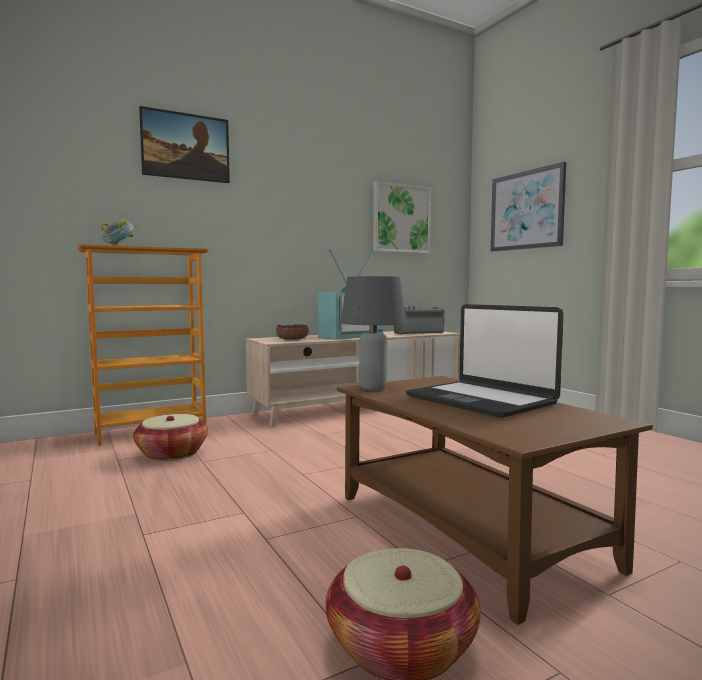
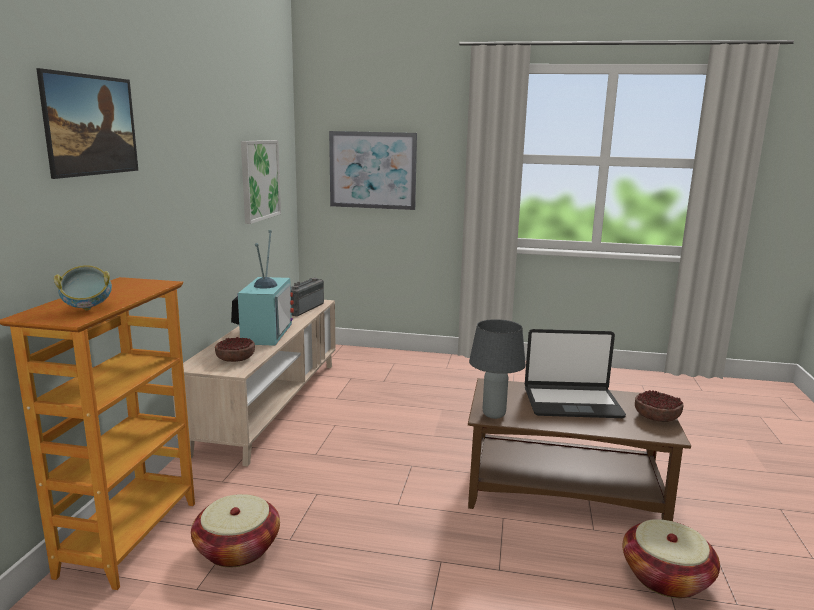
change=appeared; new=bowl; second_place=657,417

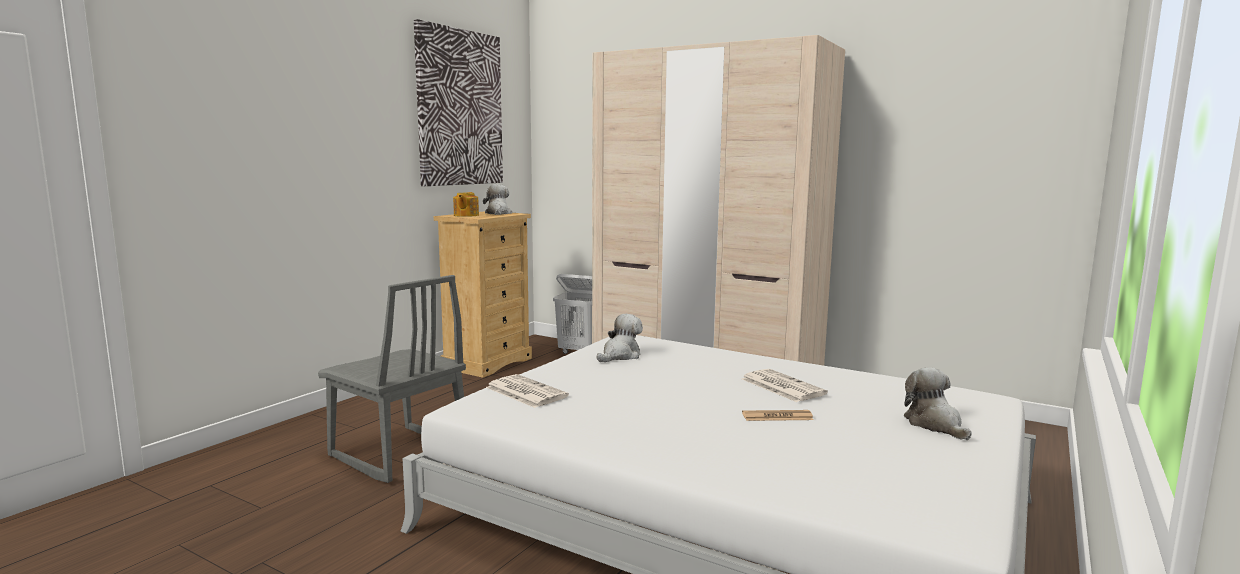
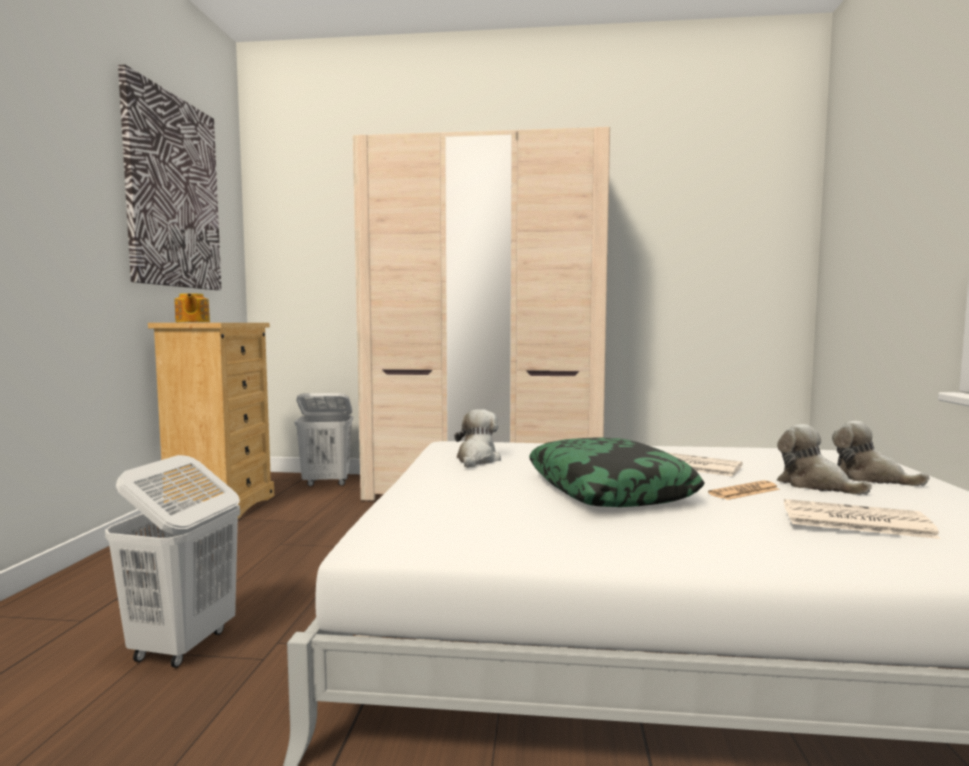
change=relocated; old=plush_toy; first_place=498,213; second_place=815,485
change=exchanged; old=grey_chair; new=white_laundry_basket; first_place=398,454; second_place=182,645
change=relocated; old=newspaper; first_place=525,392; second_place=853,520
change=appeared; new=pillow; second_place=609,489

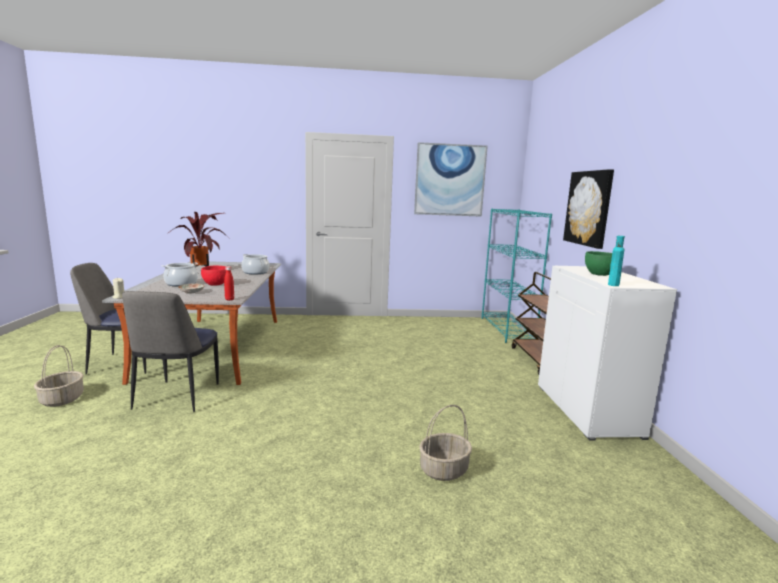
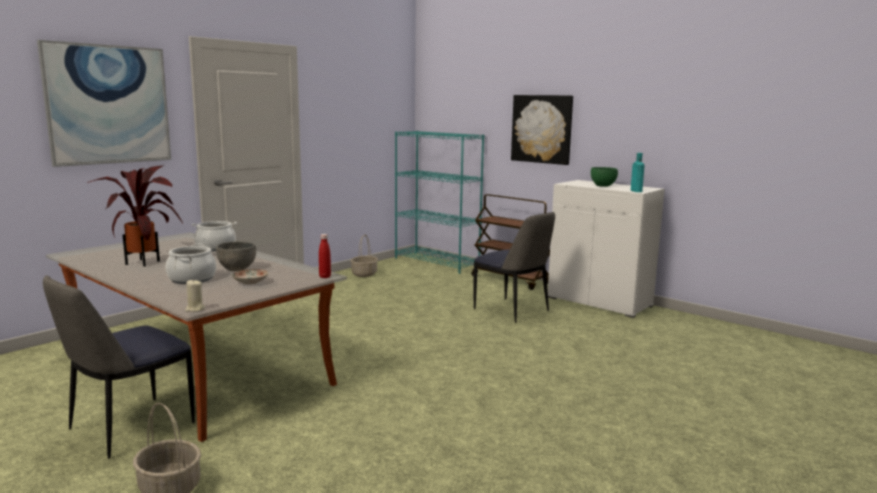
change=relocated; old=picture; first_place=450,180; second_place=108,105
change=colour; old=red_bowl; new=grey_bowl; first_place=215,284; second_place=236,269
change=relocated; old=chair; first_place=176,397; second_place=512,311
change=relocated; old=basket; first_place=443,470; second_place=364,274

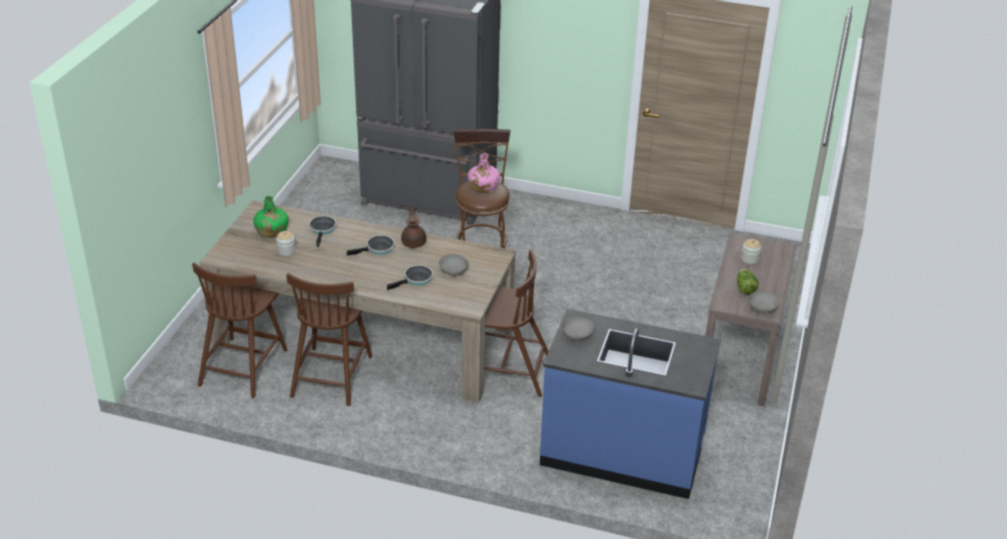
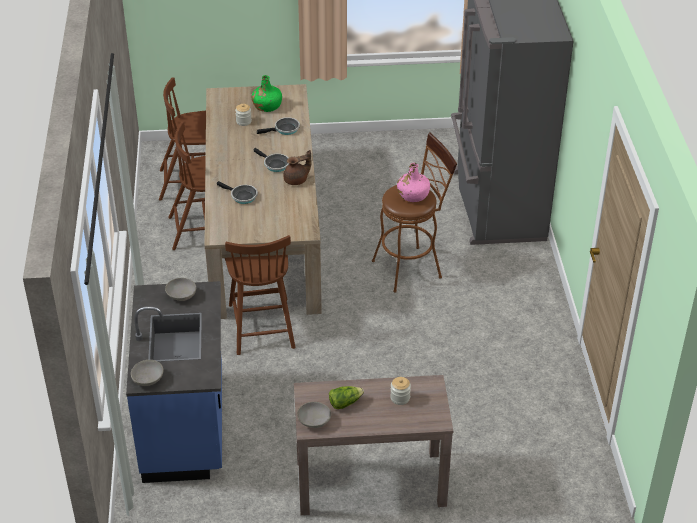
change=relocated; old=grey_bowl; first_place=453,271; second_place=148,379

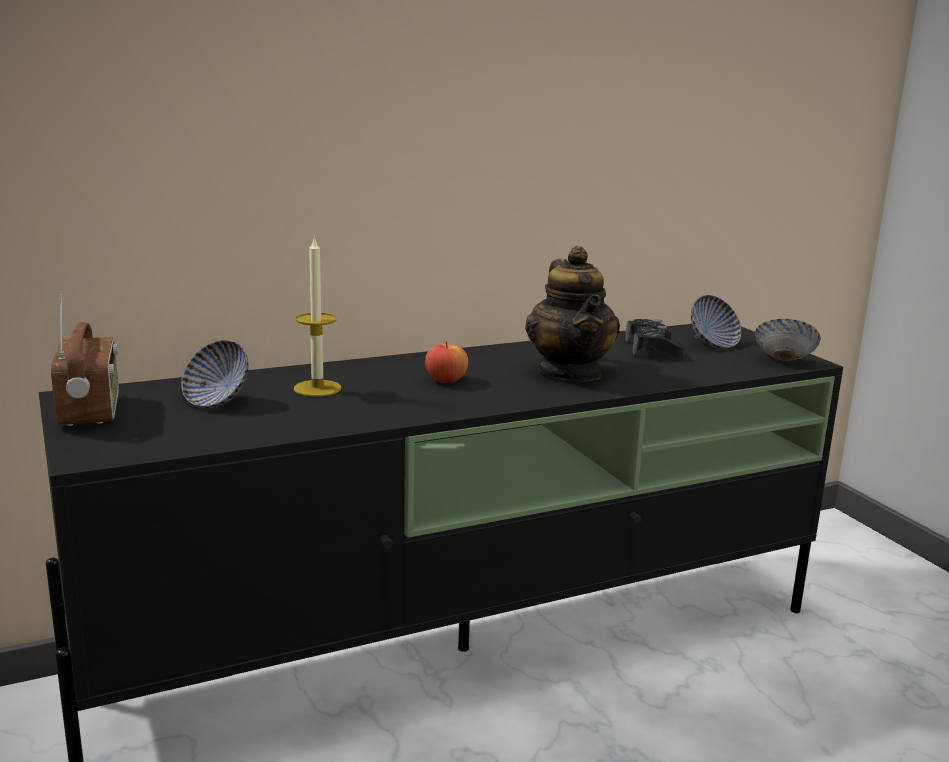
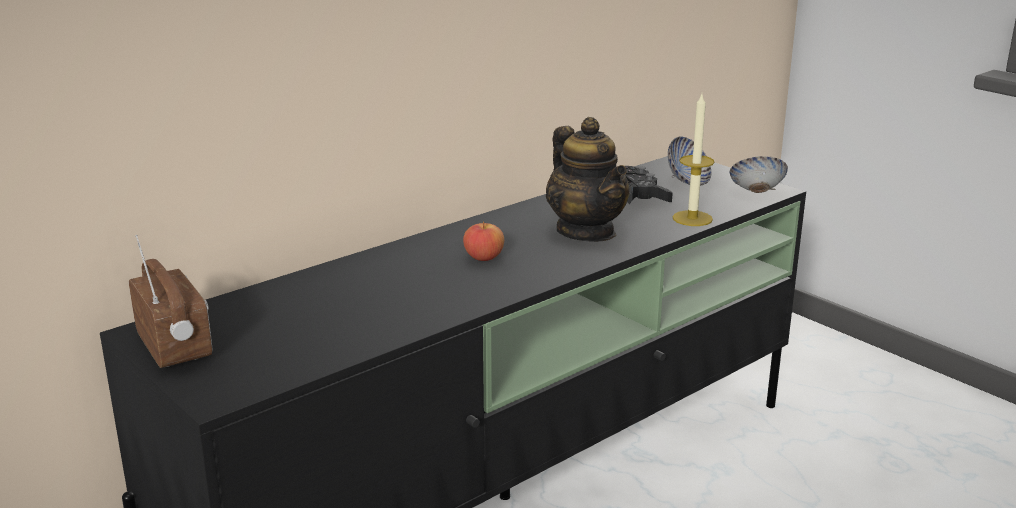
change=relocated; old=candle; first_place=317,388; second_place=692,218
change=missing; old=bowl; first_place=217,401

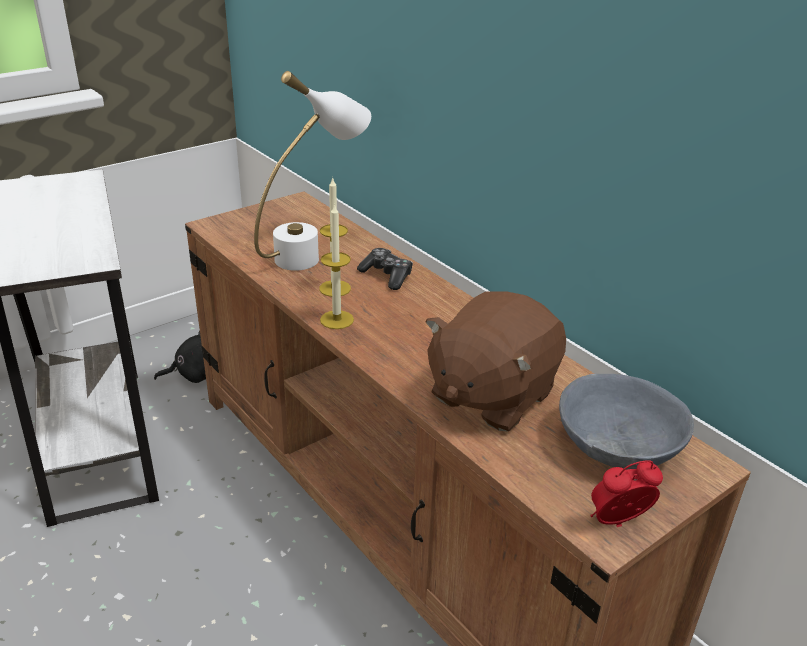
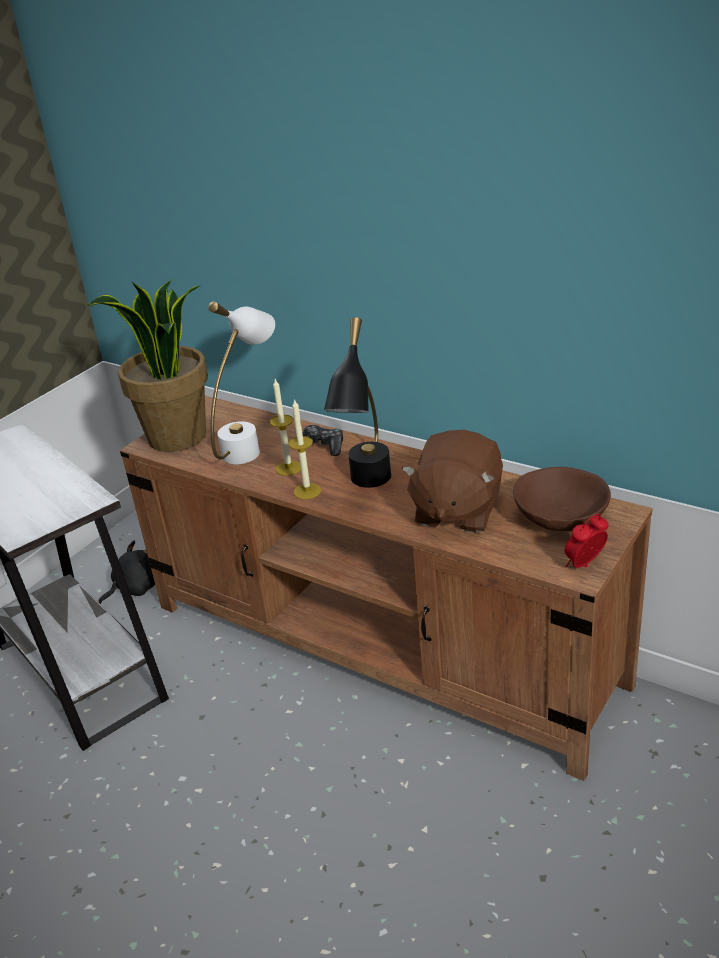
change=colour; old=grey_bowl; new=brown_bowl; first_place=619,444; second_place=561,517
change=appeared; new=potted_plant; second_place=177,437
change=appeared; new=black_table_lamp; second_place=367,487

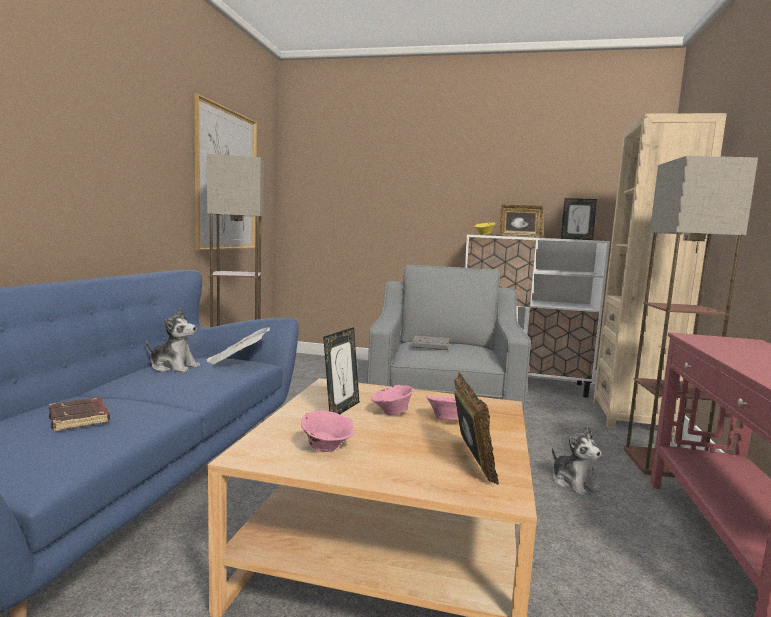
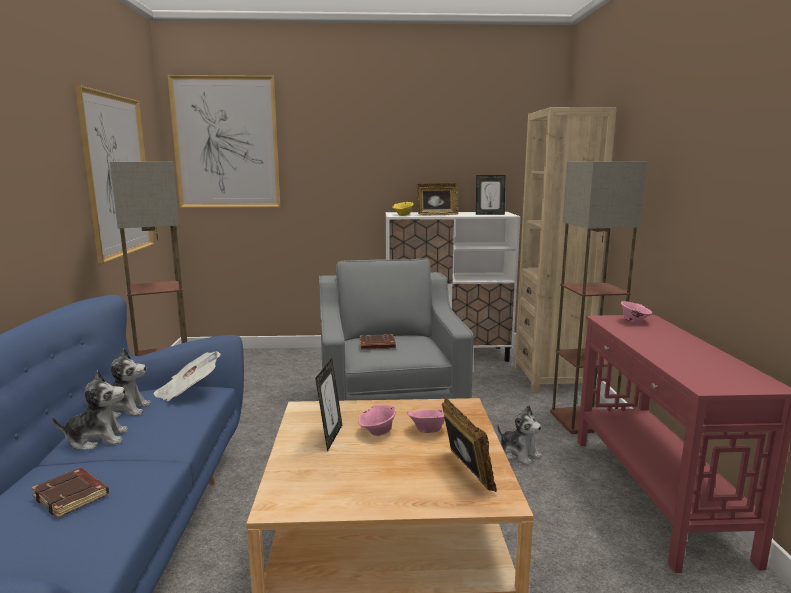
change=colour; old=grey_book; new=brown_book; first_place=430,346; second_place=377,345
change=relocated; old=pink_bowl; first_place=327,448; second_place=634,321
change=appeared; new=picture; second_place=226,143
change=appeared; new=plush_toy; second_place=97,439

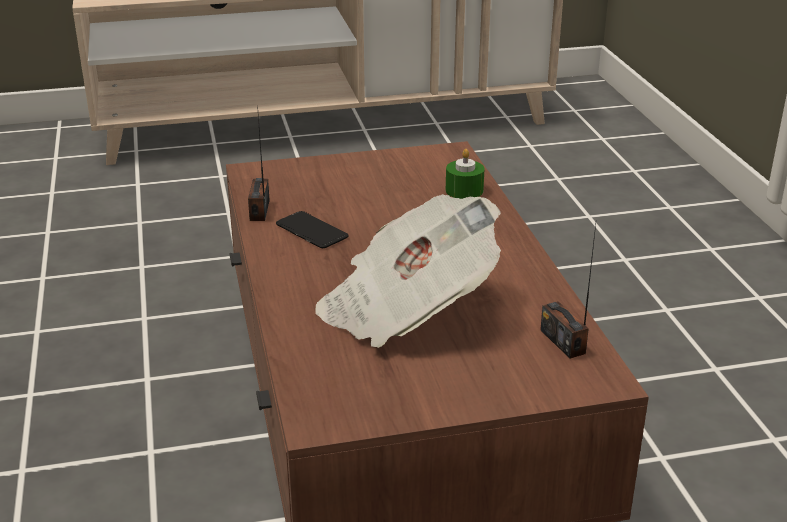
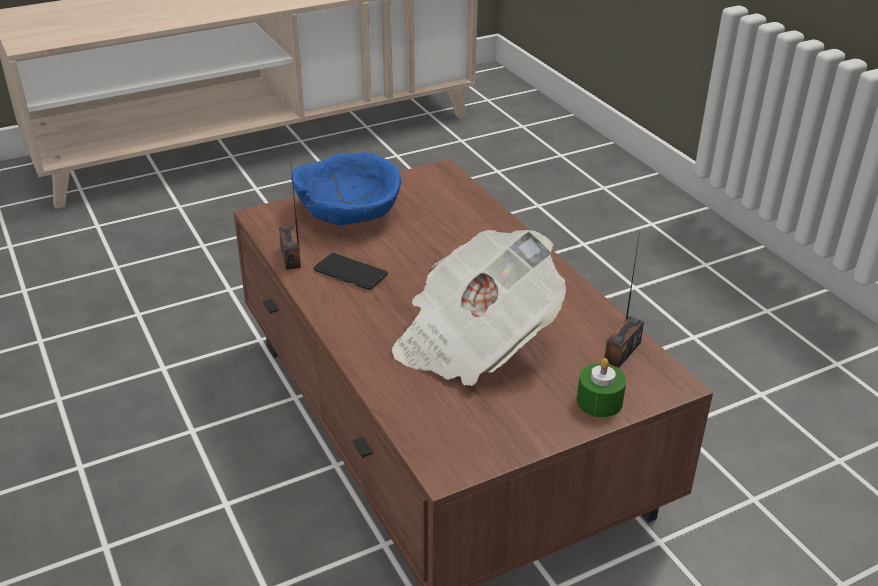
change=relocated; old=green_candle; first_place=464,190; second_place=599,401
change=spun; old=radio; first_place=563,341; second_place=622,351; degrees=-105
change=appeared; new=blue_bowl; second_place=349,210

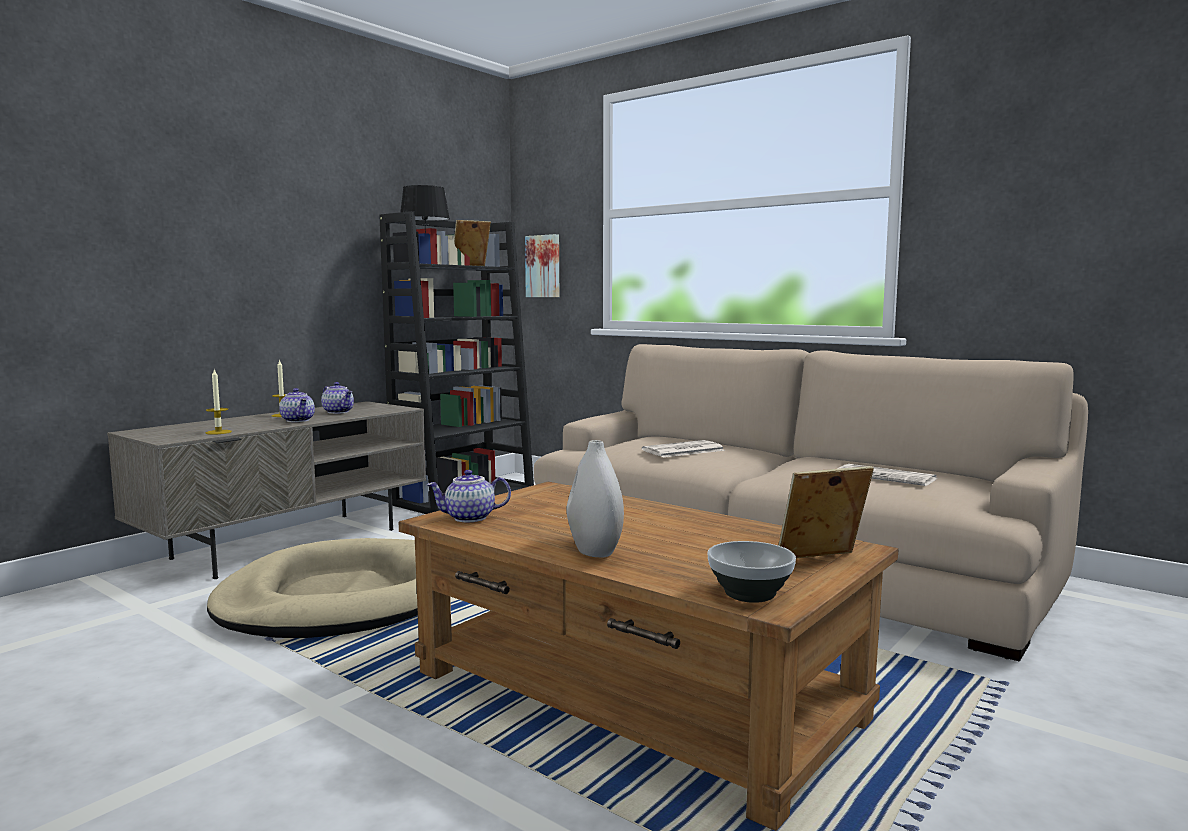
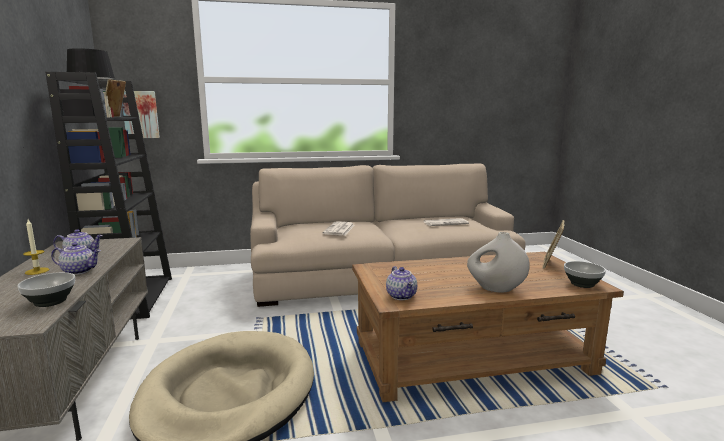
change=exchanged; old=candle; new=bowl; first_place=218,432; second_place=50,302
change=spun; old=teapot; first_place=469,518; second_place=402,296; degrees=-45

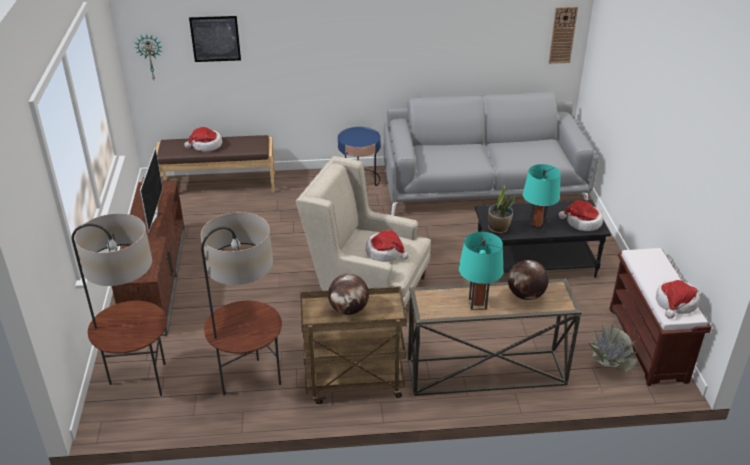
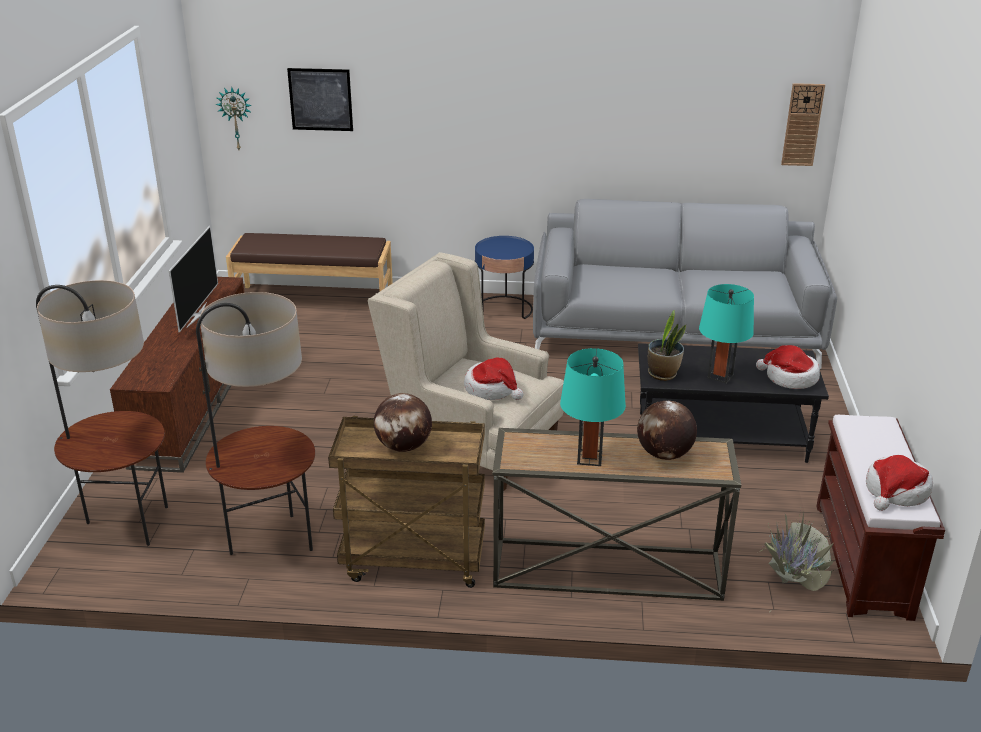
change=missing; old=hat; first_place=206,146

